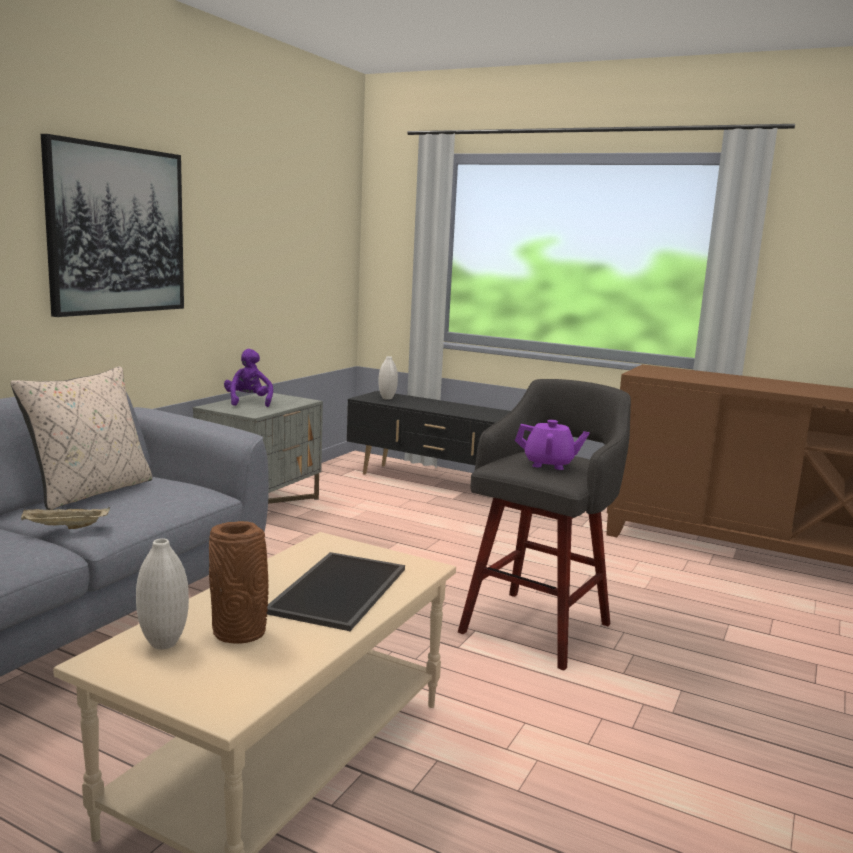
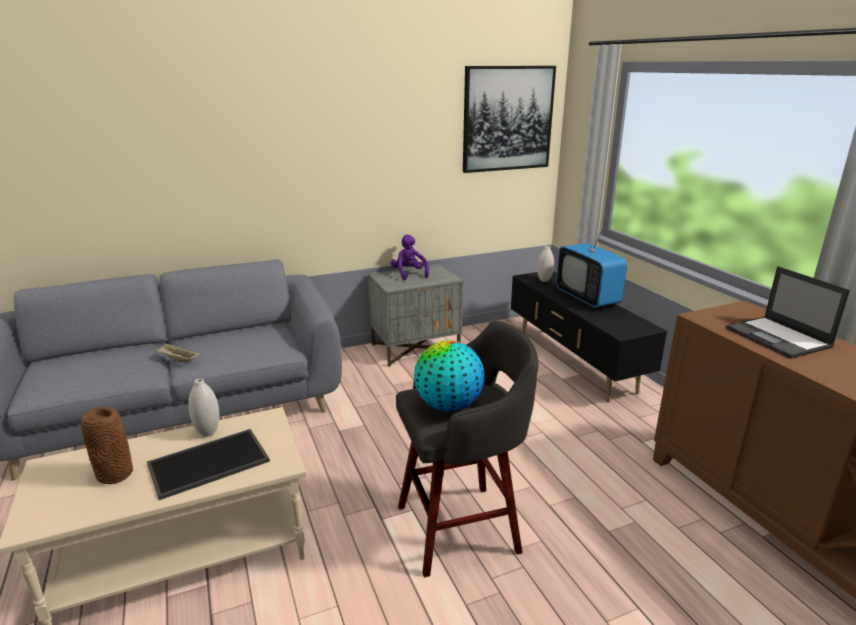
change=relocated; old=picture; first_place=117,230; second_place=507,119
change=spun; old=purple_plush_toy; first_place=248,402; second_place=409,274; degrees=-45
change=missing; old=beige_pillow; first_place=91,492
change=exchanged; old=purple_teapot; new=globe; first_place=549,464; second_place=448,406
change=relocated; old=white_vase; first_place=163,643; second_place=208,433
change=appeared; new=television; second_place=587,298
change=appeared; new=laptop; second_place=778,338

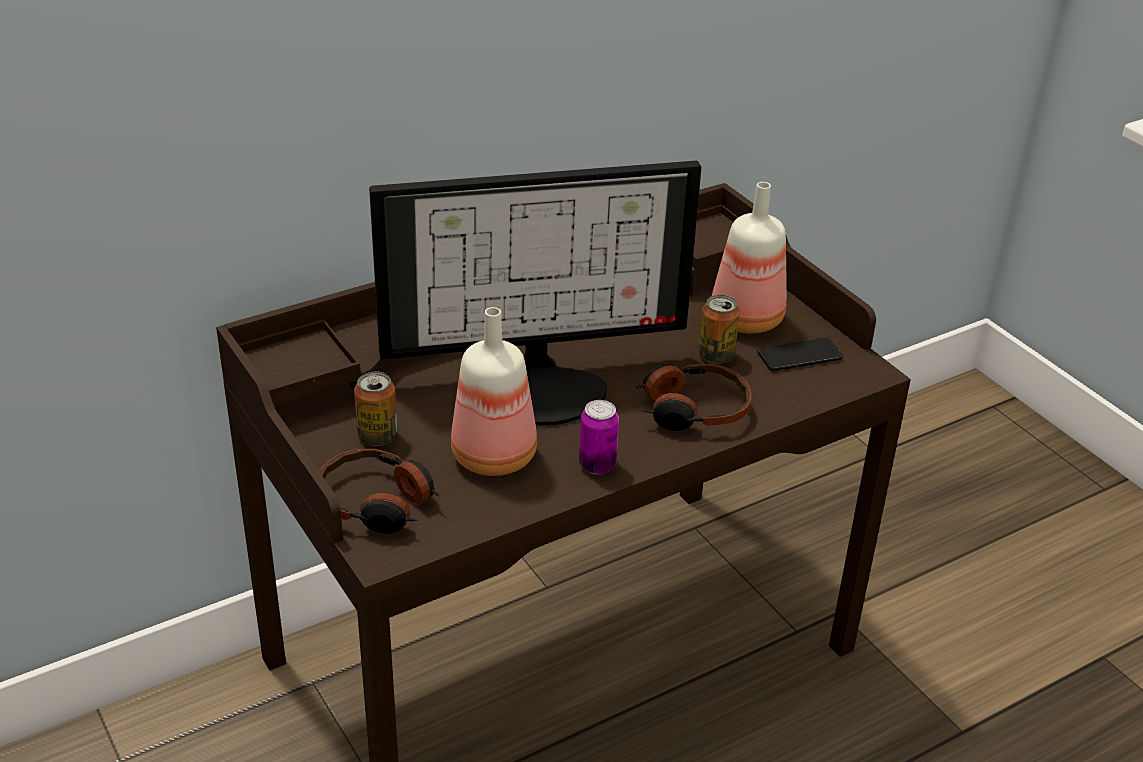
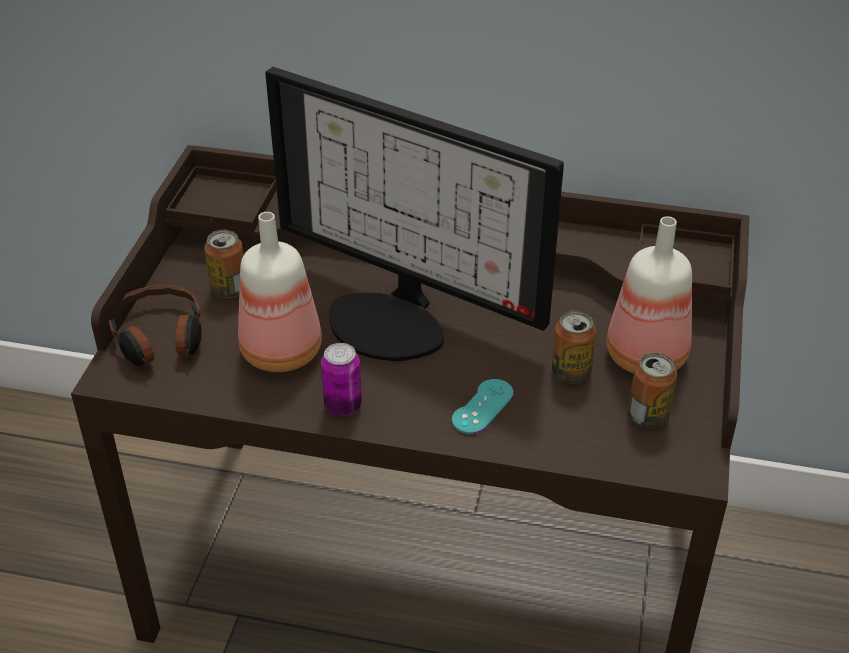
change=exchanged; old=phone; new=can; first_place=799,355; second_place=647,416
change=exchanged; old=headphones; new=turquoise_game_controller; first_place=692,409; second_place=482,407

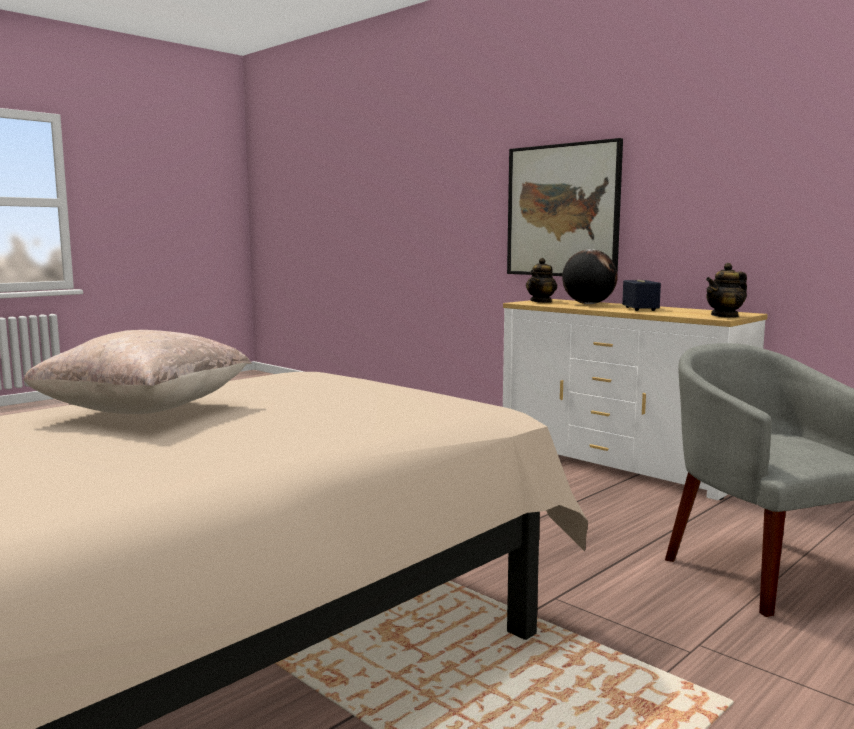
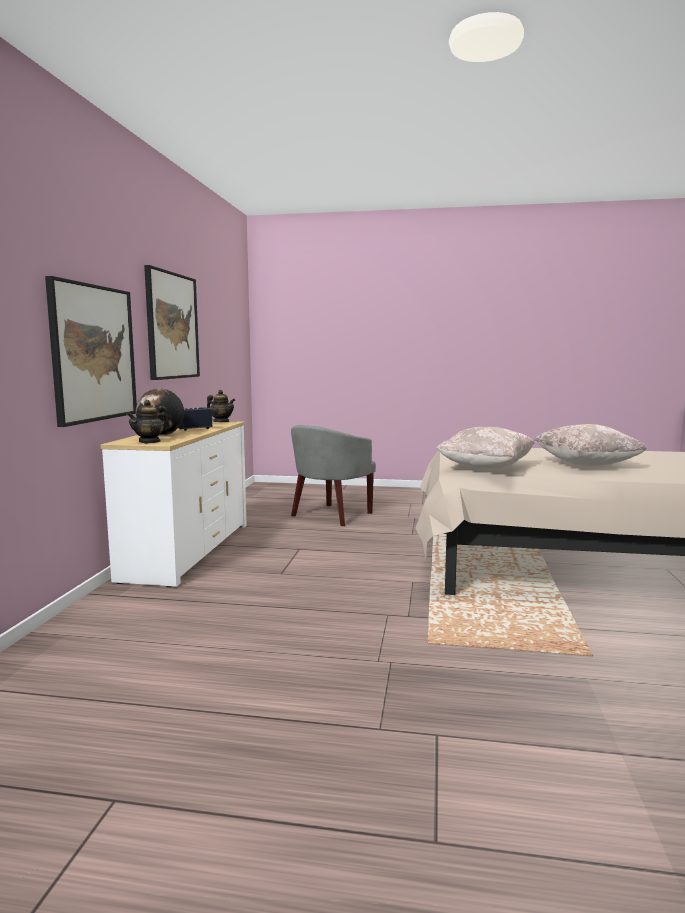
change=spun; old=teapot; first_place=541,301; second_place=149,441; degrees=135
change=appeared; new=picture; second_place=172,326
change=appeared; new=beige_pillow; second_place=485,468

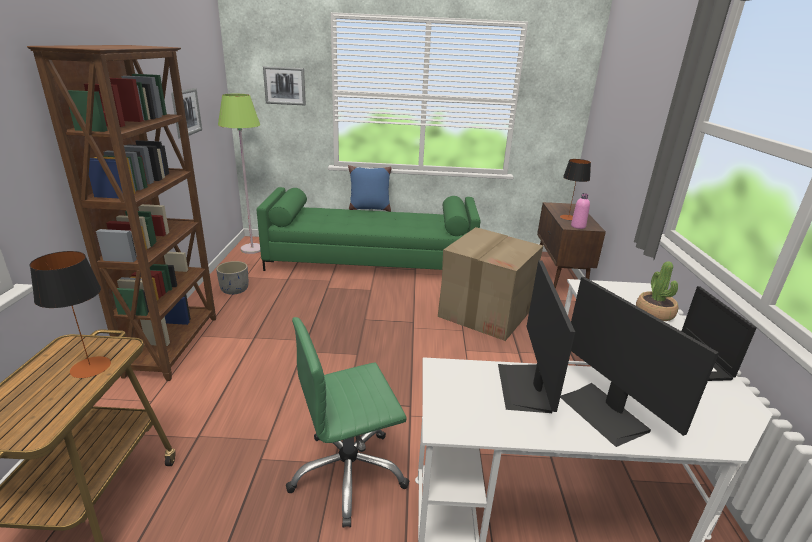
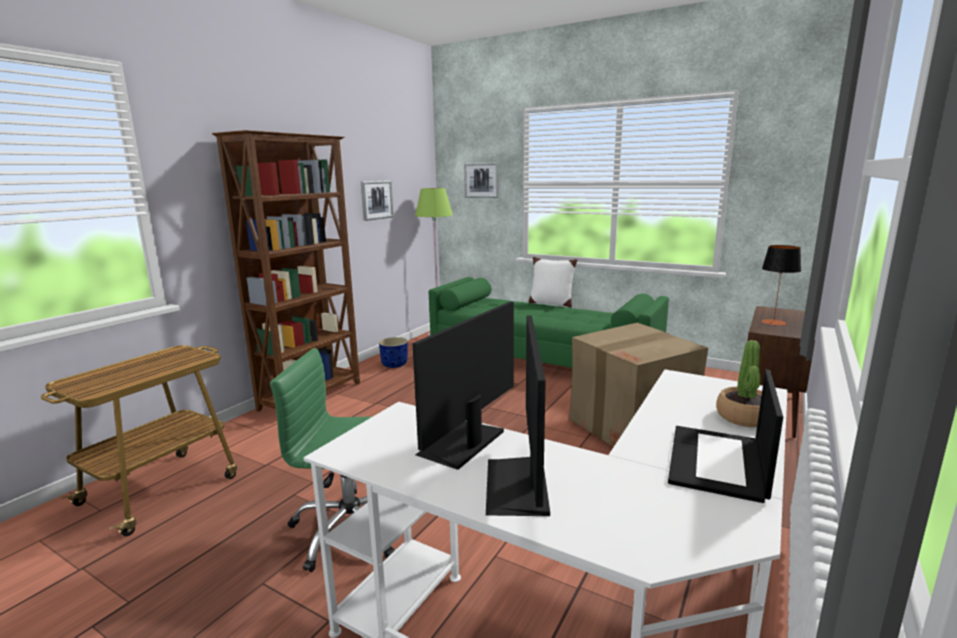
change=colour; old=blue_pillow; new=white_pillow; first_place=369,208; second_place=551,303
change=missing; old=pink_bottle; first_place=578,226
change=missing; old=table_lamp; first_place=90,367
change=colour; old=grey_planter; new=blue_planter; first_place=235,290; second_place=395,364

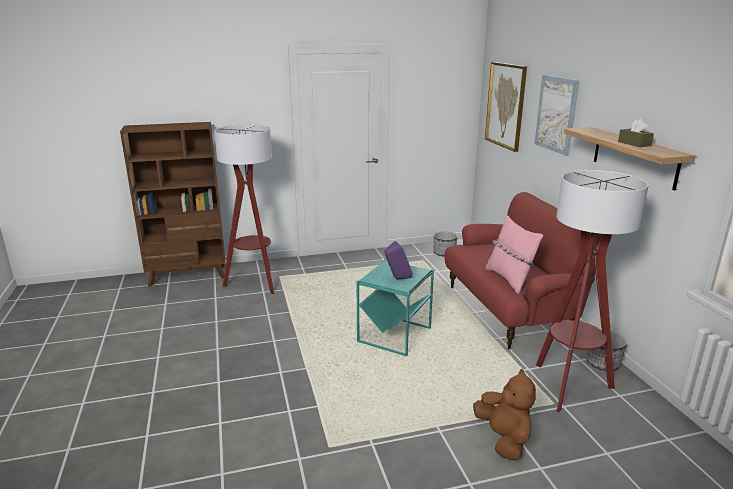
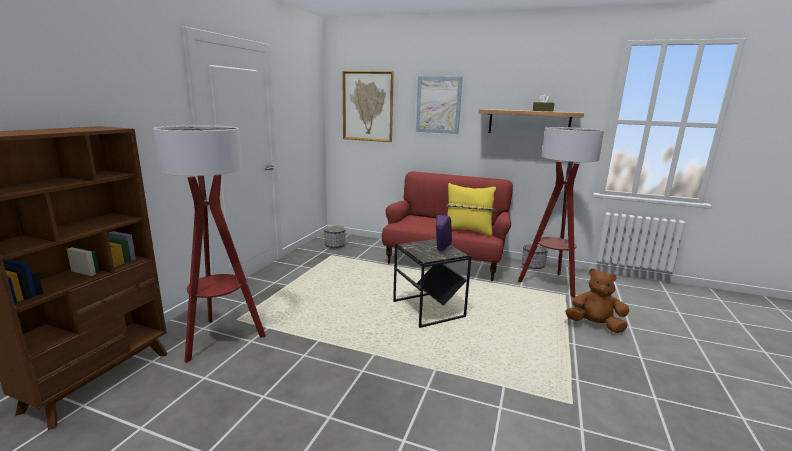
change=colour; old=pink_pillow; new=yellow_pillow; first_place=509,279; second_place=467,231
change=colour; old=turquoise_side_table; new=black_side_table; first_place=395,335; second_place=428,308

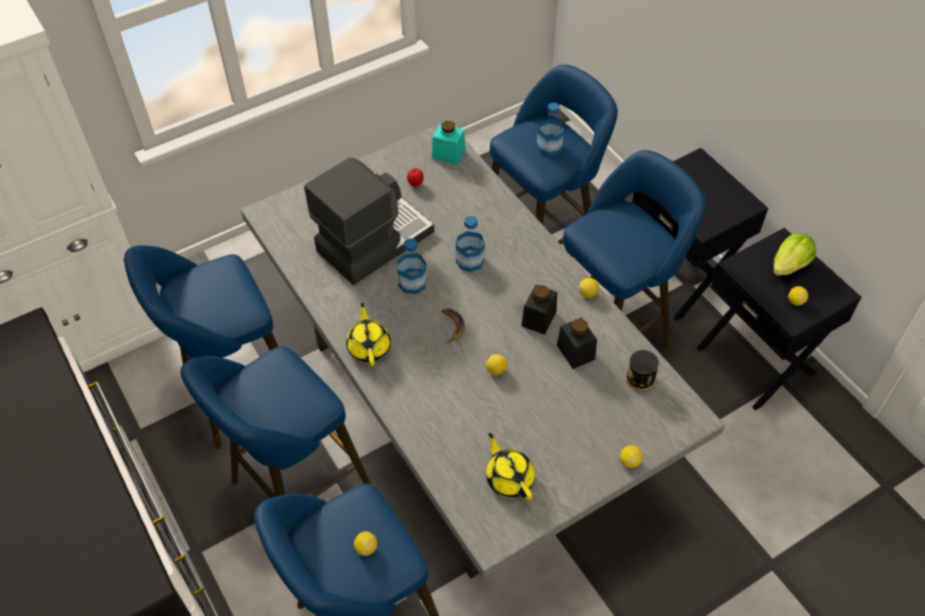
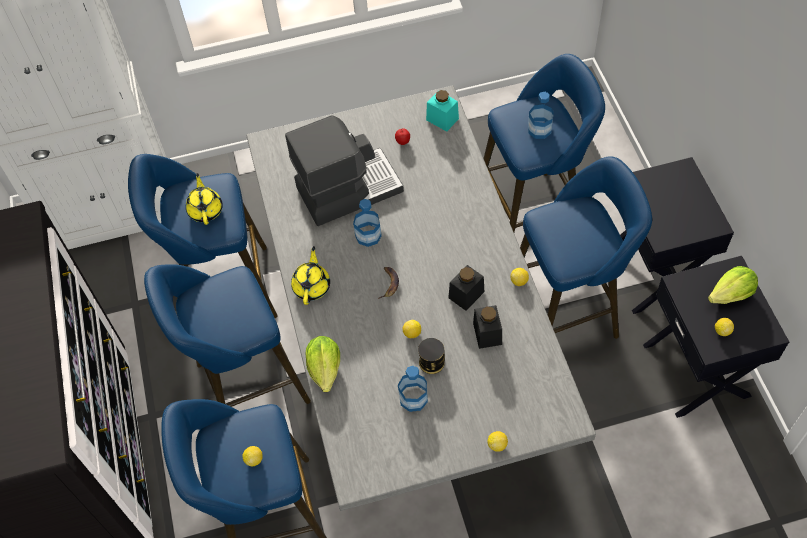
change=relocated; old=bottle; first_place=470,261; second_place=413,398
change=relocated; old=can; first_place=640,379; second_place=431,362
change=relocated; old=yellow_teapot; first_place=509,478; second_place=205,210
change=appeared; new=lettuce; second_place=325,369

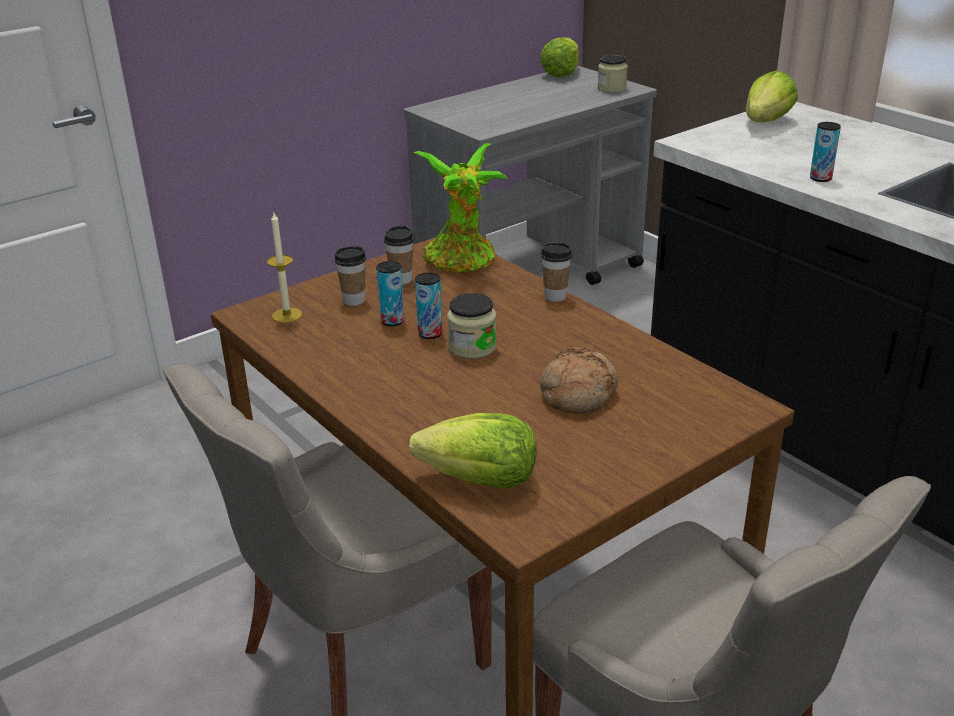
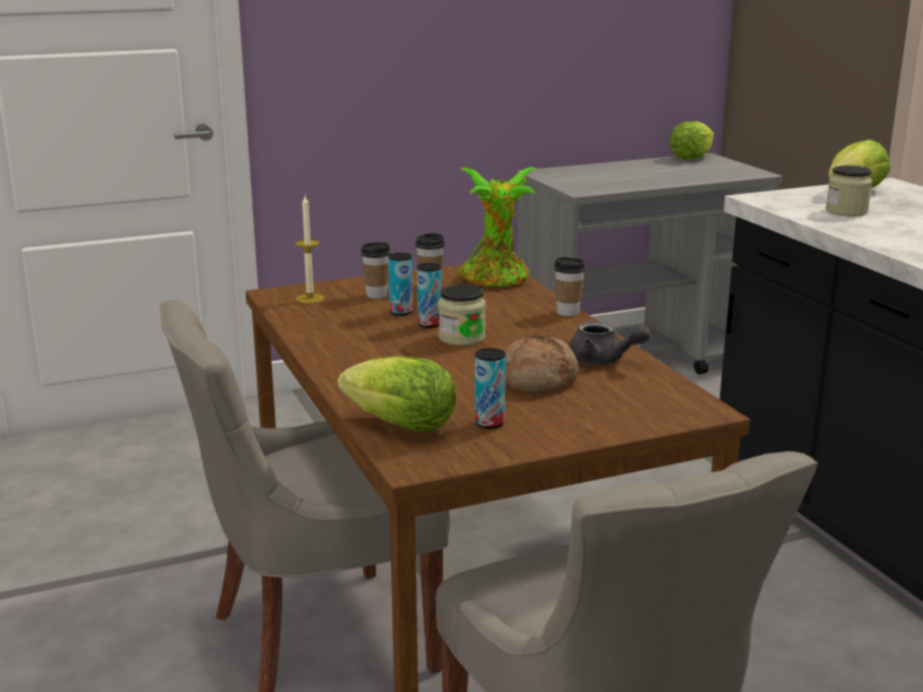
change=relocated; old=jar; first_place=611,88; second_place=846,211
change=relocated; old=can; first_place=820,178; second_place=489,423
change=appeared; new=grey_teapot; second_place=603,361

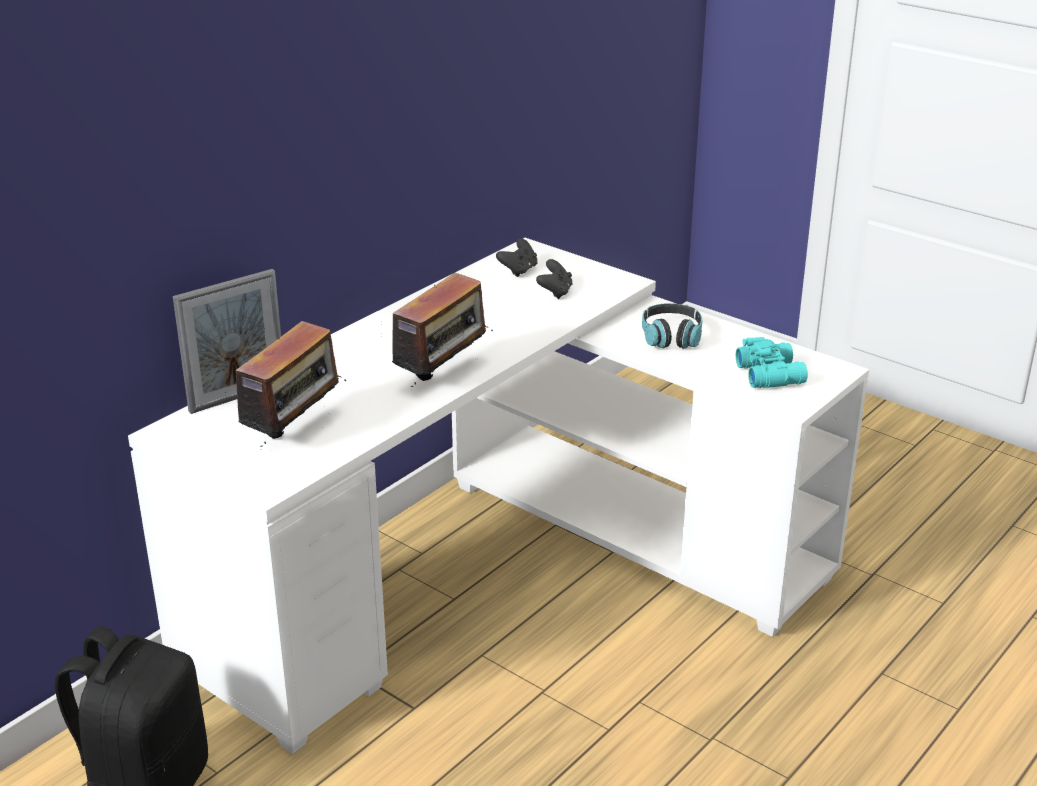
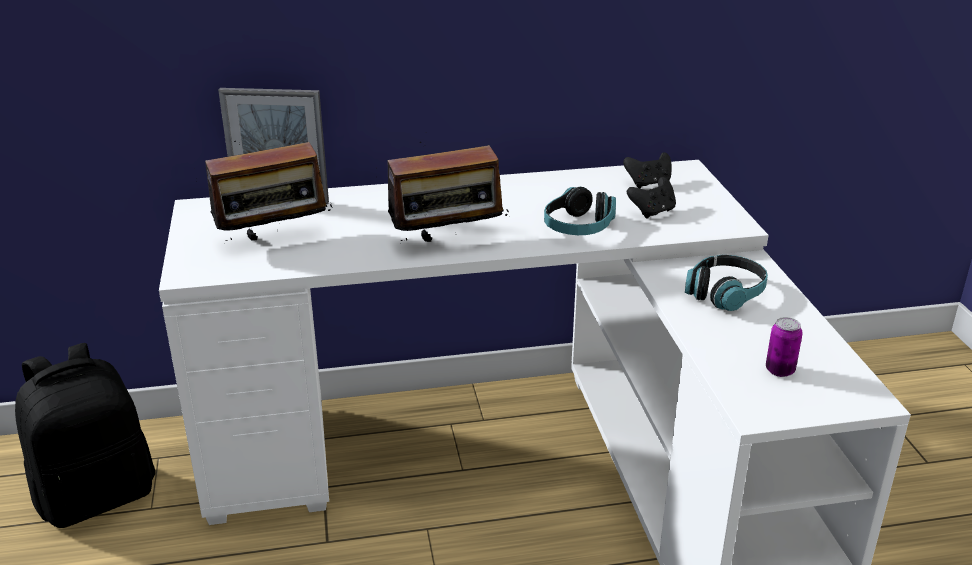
change=exchanged; old=turquoise_binoculars; new=can; first_place=771,374; second_place=780,370
change=appeared; new=headphones; second_place=578,227

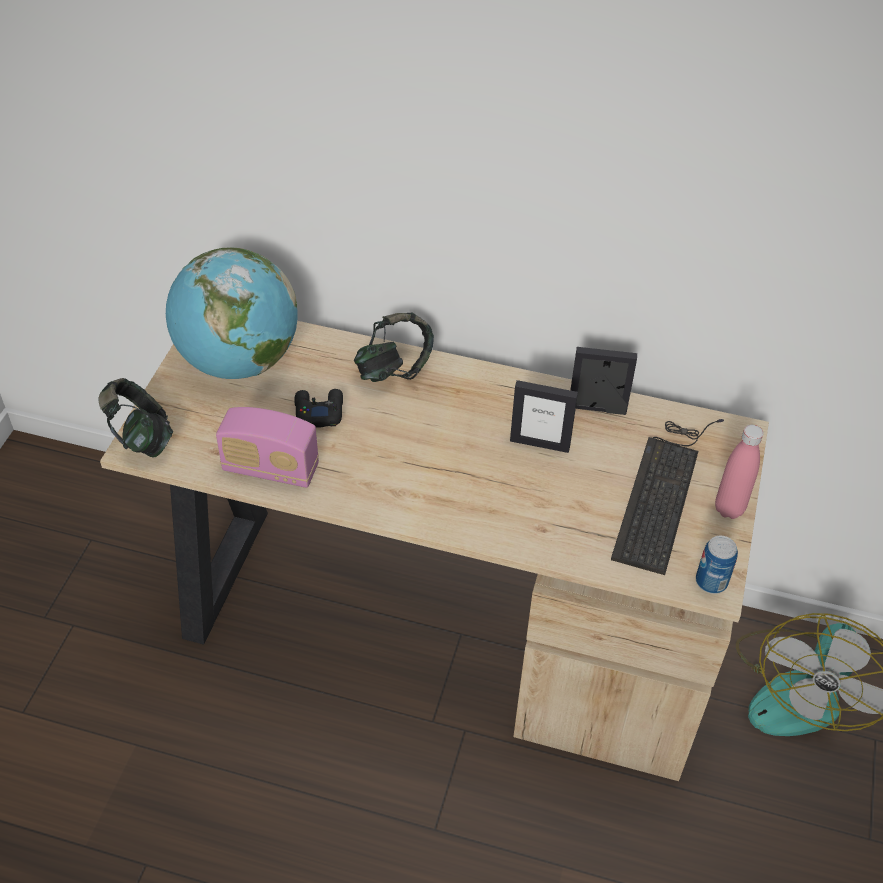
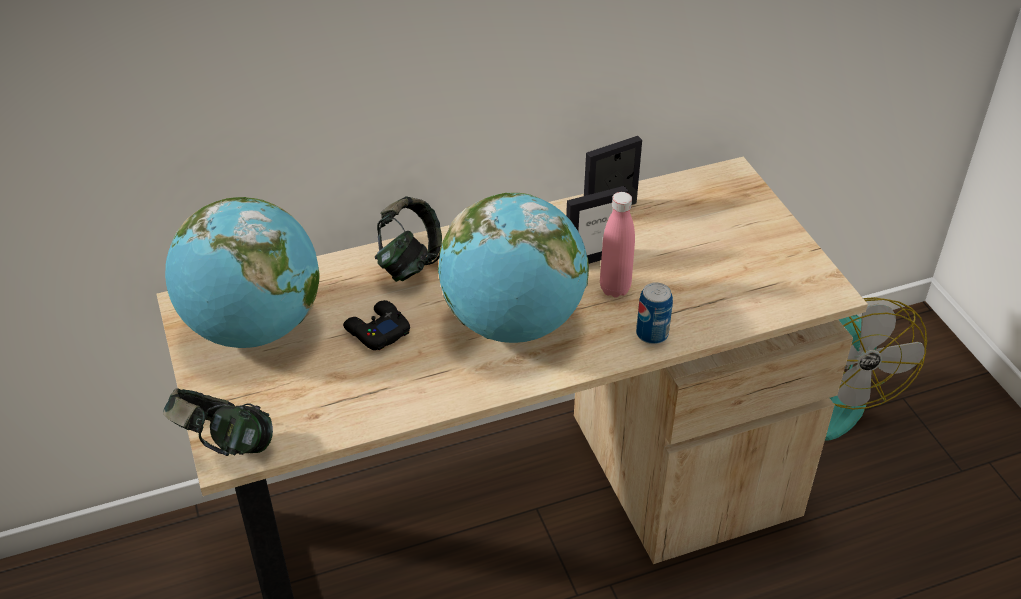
change=missing; old=radio; first_place=270,469
change=missing; old=keyboard; first_place=663,489
change=relocated; old=pink_bottle; first_place=729,509; second_place=615,288
change=relocated; old=can; first_place=711,581; second_place=652,334
change=appeared; new=globe; second_place=513,323

